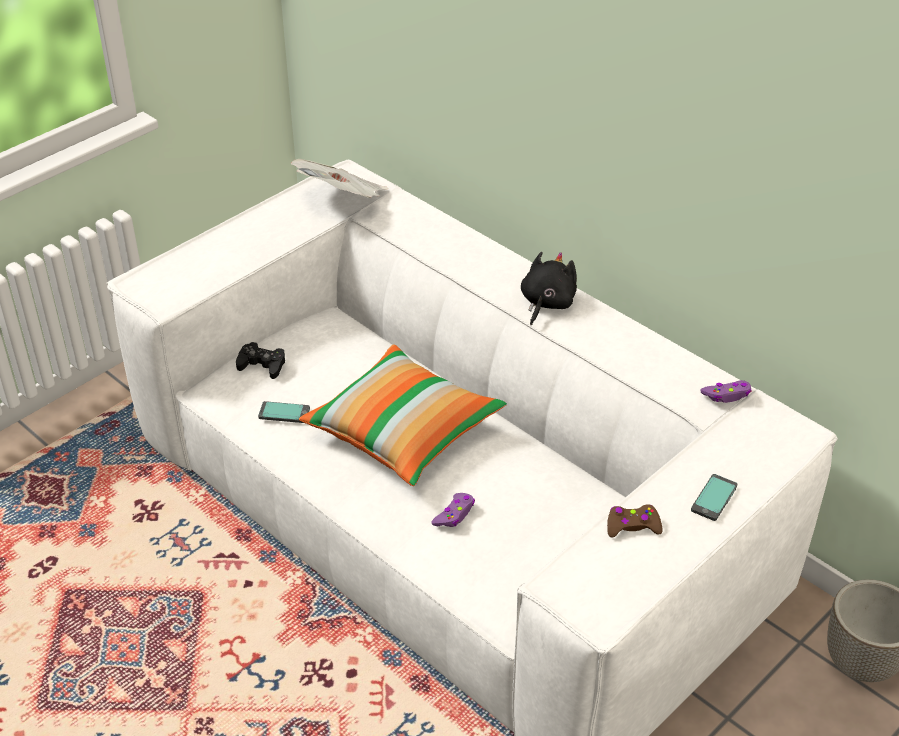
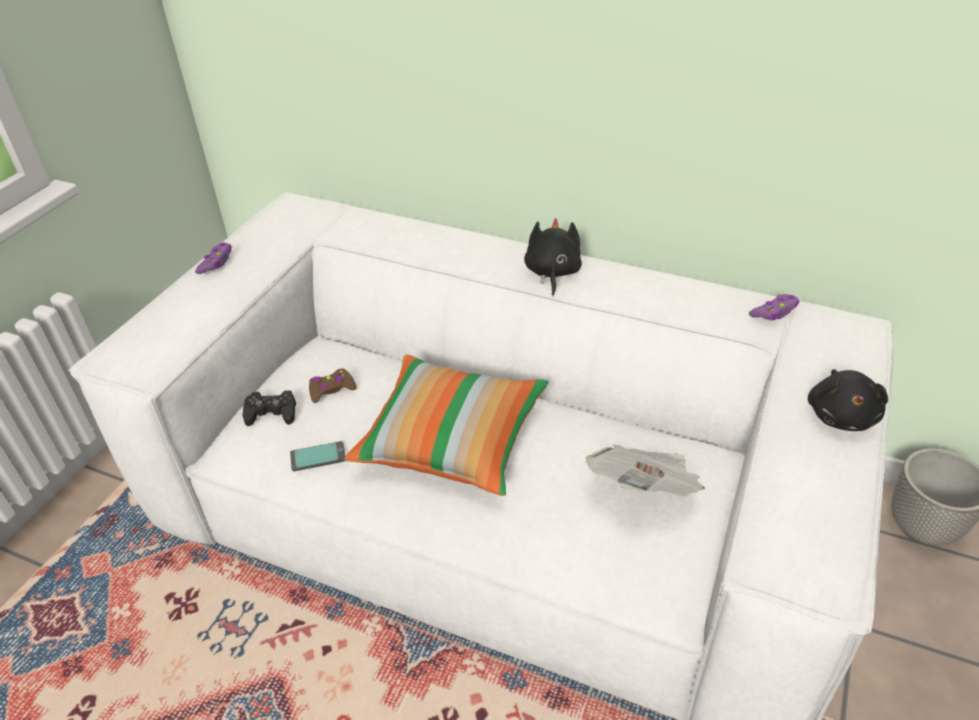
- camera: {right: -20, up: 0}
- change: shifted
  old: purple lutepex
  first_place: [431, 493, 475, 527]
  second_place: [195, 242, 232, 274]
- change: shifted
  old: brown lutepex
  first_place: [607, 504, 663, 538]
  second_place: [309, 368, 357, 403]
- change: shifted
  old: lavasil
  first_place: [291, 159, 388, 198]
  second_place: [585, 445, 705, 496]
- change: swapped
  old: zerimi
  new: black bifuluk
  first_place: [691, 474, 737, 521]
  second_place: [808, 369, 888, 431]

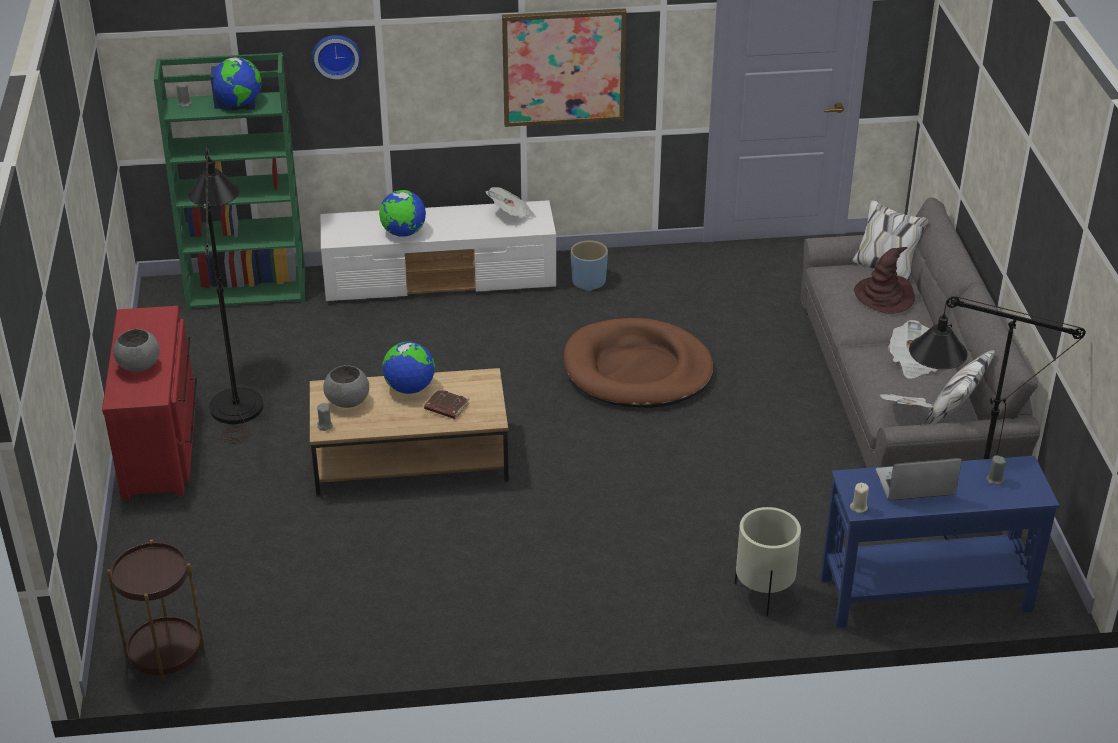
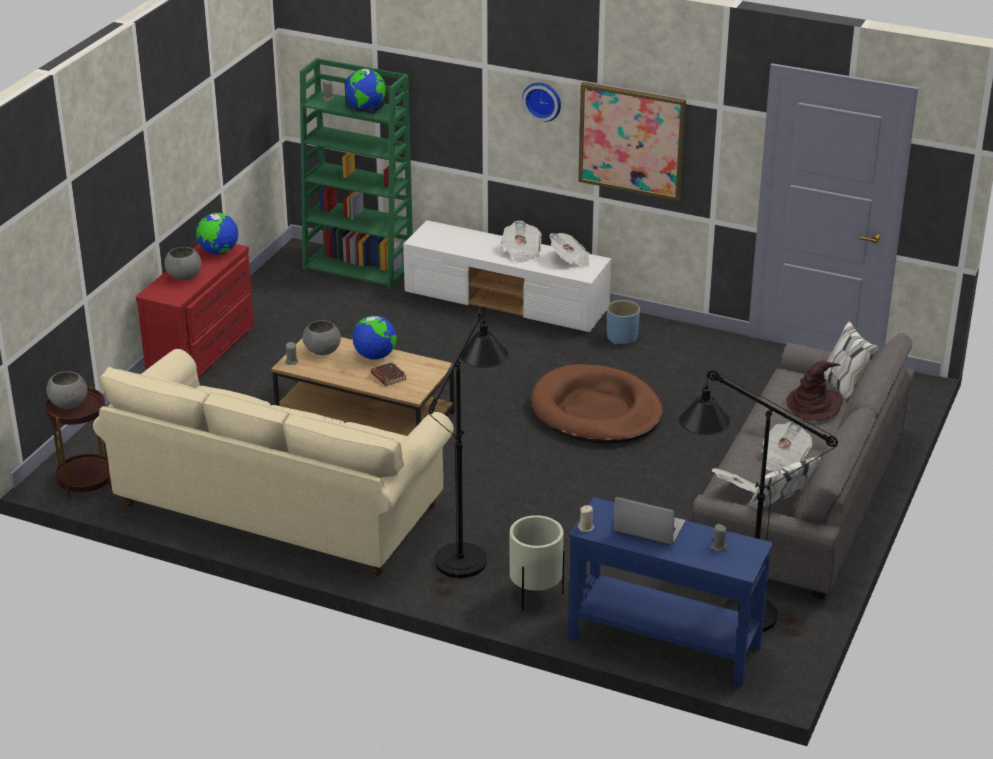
- camera: {right: 30, up: -5}
- change: new
  new: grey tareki
  second_place: [47, 372, 87, 409]
- change: new
  new: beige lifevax
  second_place: [93, 349, 454, 576]
- change: shifted
  old: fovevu
  first_place: [379, 190, 426, 237]
  second_place: [196, 213, 238, 255]
- change: shifted
  old: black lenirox
  first_place: [188, 143, 263, 444]
  second_place: [428, 307, 509, 595]
- change: new
  new: lavasil
  second_place: [501, 221, 542, 263]
- change: shifted
  old: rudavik
  first_place: [312, 35, 361, 79]
  second_place: [522, 83, 561, 122]

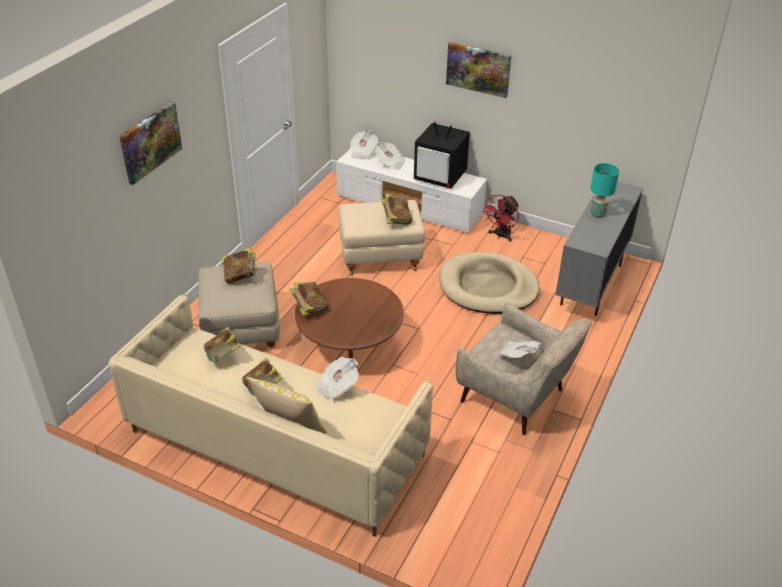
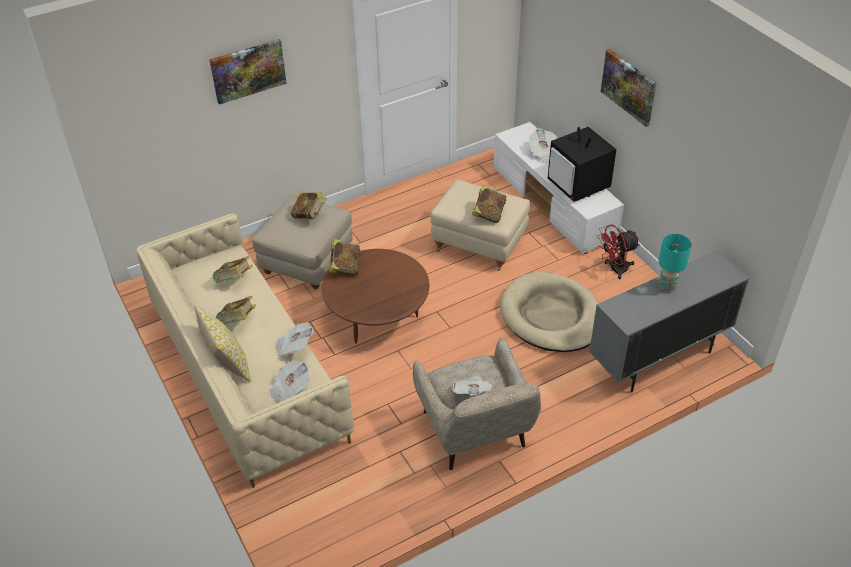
- camera: {right: 35, up: 5}
- change: shifted
  old: lavasil
  first_place: [350, 130, 379, 159]
  second_place: [268, 360, 310, 402]

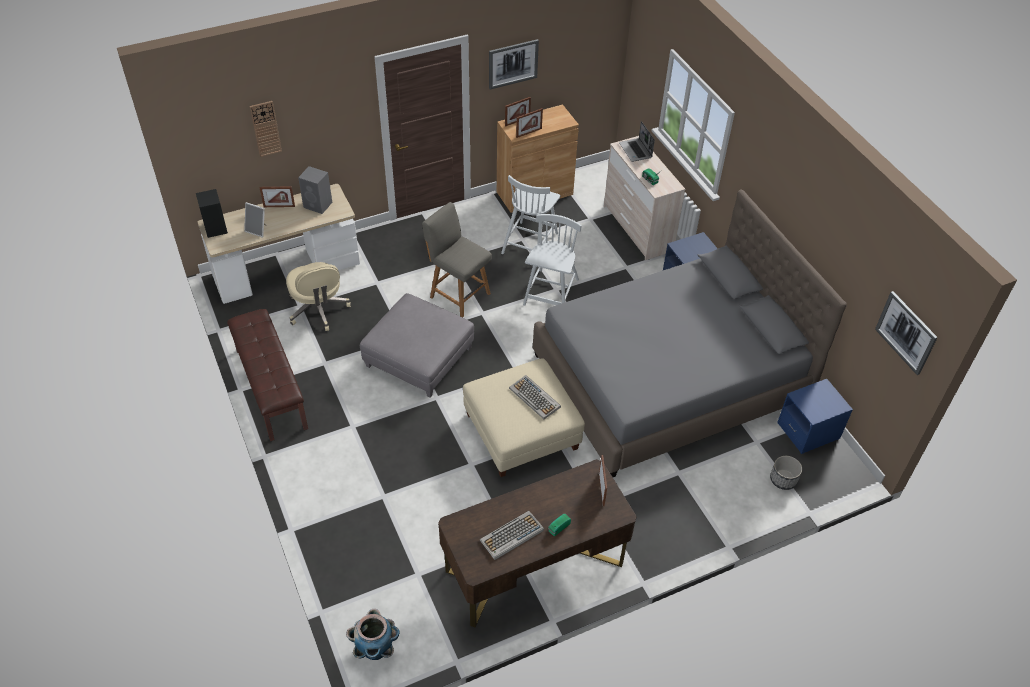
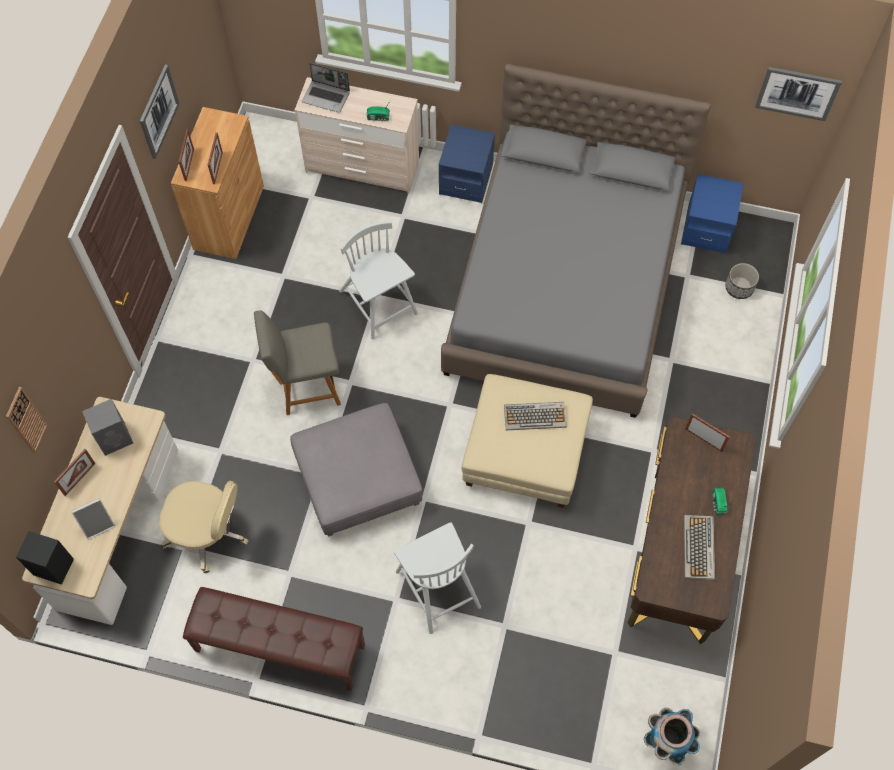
- camera: {right: -50, up: 15}
- change: shifted
  old: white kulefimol
  first_place: [501, 175, 560, 254]
  second_place: [394, 522, 481, 634]

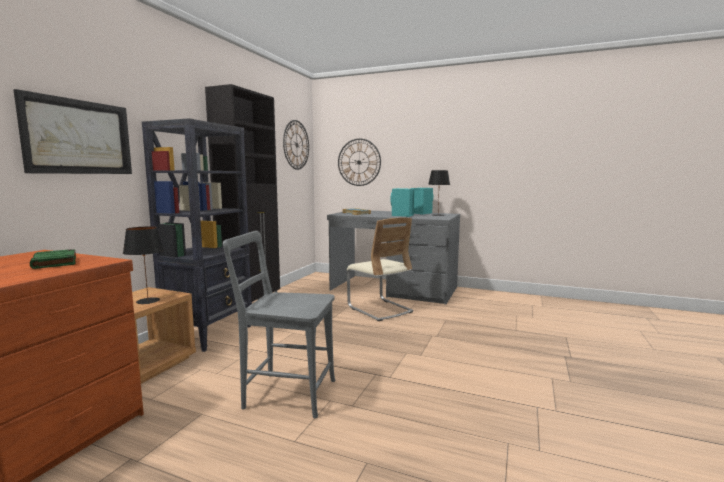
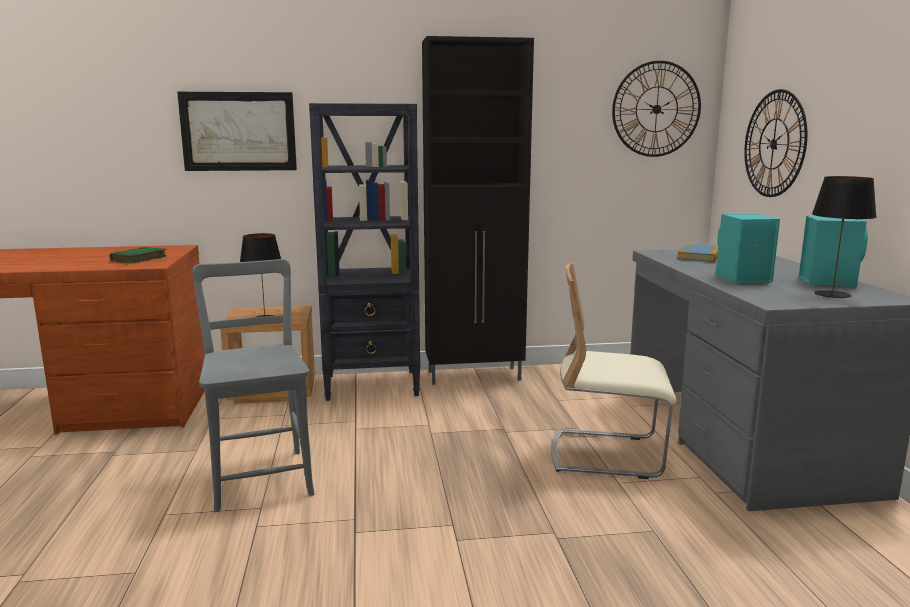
- camera: {right: 60, up: 5}
- change: rotated
  old: beige kulefimol
  first_place: [347, 218, 413, 321]
  second_place: [551, 263, 677, 479]
  degrees: 75

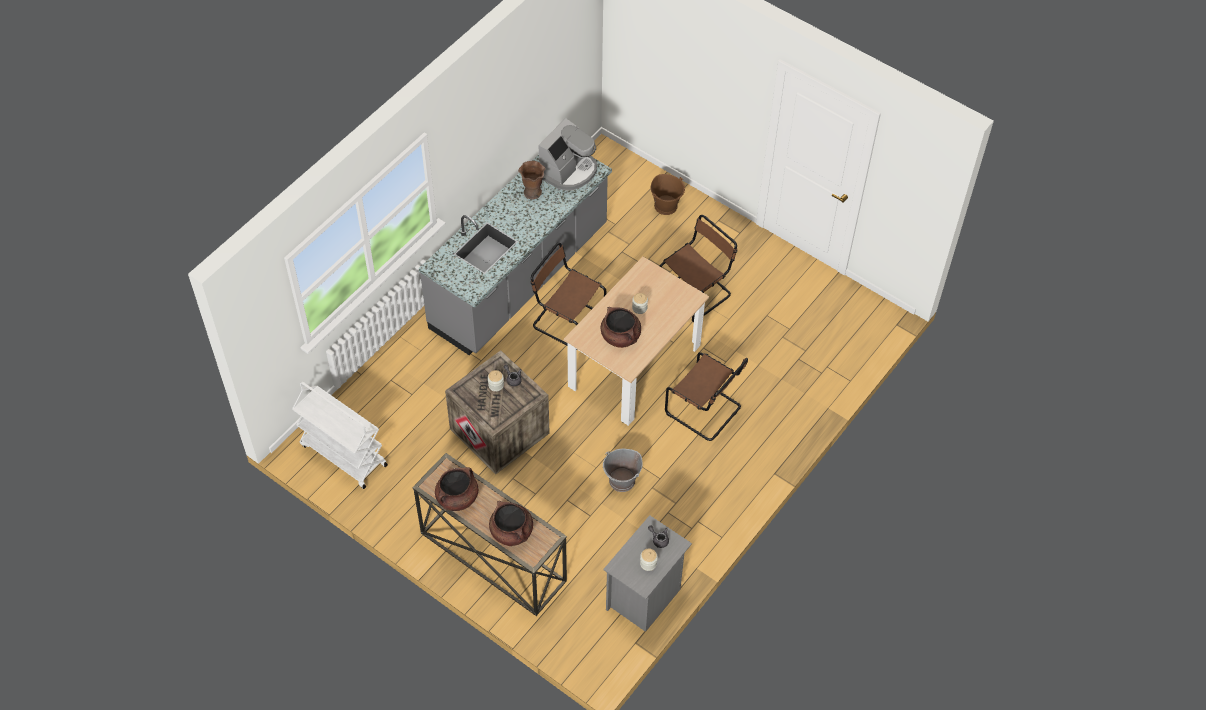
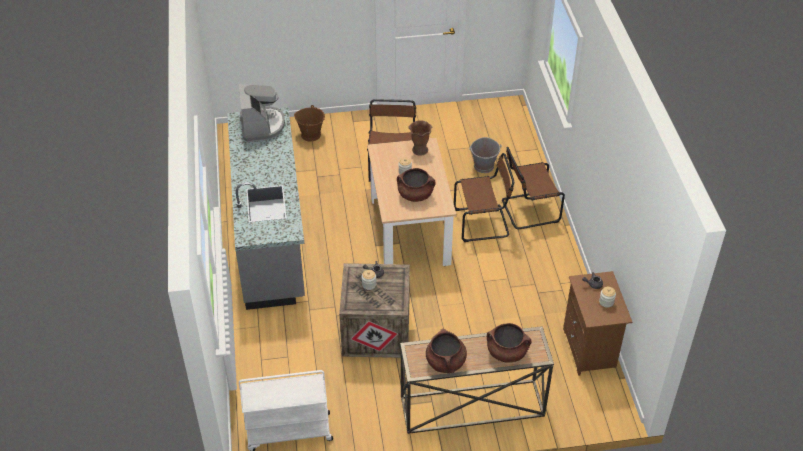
- camera: {right: -45, up: -10}
- change: shifted
  old: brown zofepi
  first_place: [518, 161, 546, 199]
  second_place: [408, 121, 433, 156]
- change: shifted
  old: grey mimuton
  first_place: [603, 449, 643, 492]
  second_place: [469, 137, 502, 173]
- change: shifted
  old: brown kulefimol
  first_place: [531, 242, 606, 350]
  second_place: [502, 147, 565, 229]
- change: repainted
  old: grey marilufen
  new: brown marilufen
  first_place: [603, 515, 692, 632]
  second_place: [563, 271, 632, 376]

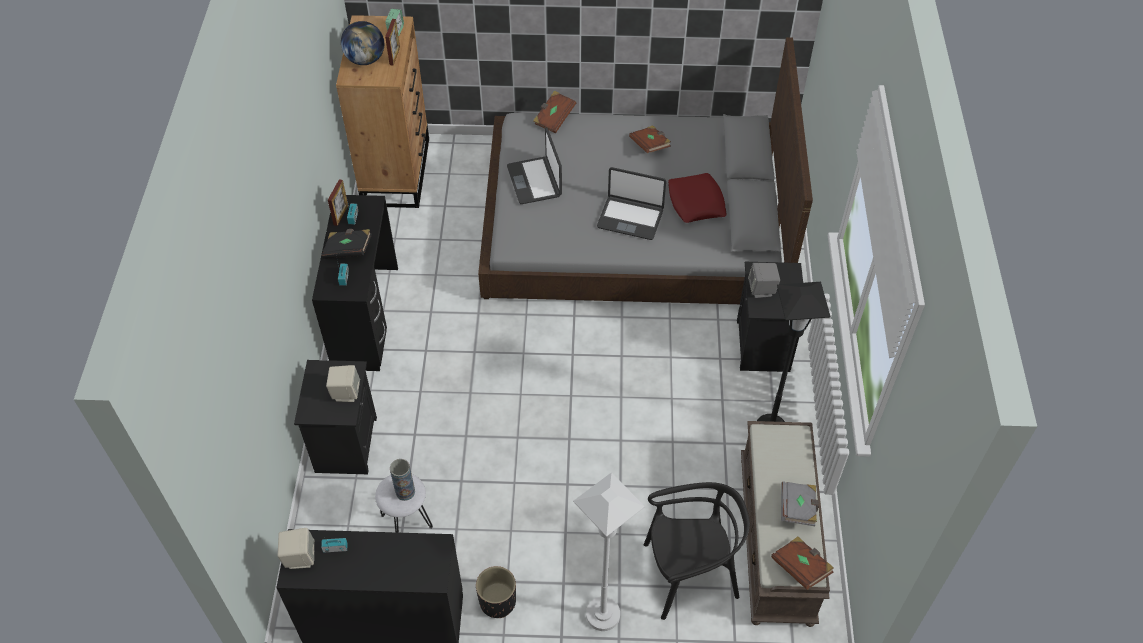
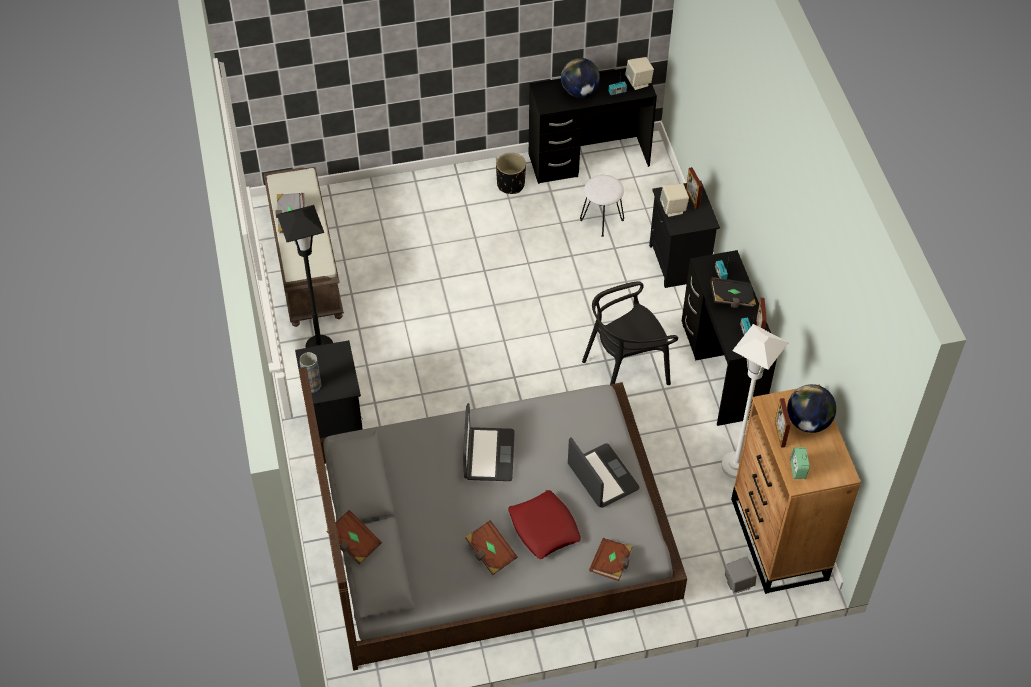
- camera: {right: 165, up: 0}
- change: shifted
  old: zofepi
  first_place: [390, 459, 415, 501]
  second_place: [299, 352, 321, 393]
- change: shifted
  old: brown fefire
  first_place: [771, 537, 834, 590]
  second_place: [327, 510, 382, 565]
- change: rotated
  old: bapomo
  first_place: [597, 167, 666, 240]
  second_place: [463, 403, 515, 481]
  degrees: 90
- change: shifted
  old: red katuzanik
  first_place: [668, 173, 727, 223]
  second_place: [508, 490, 581, 559]
- change: new
  new: fovevu
  second_place: [561, 58, 600, 98]
- change: shifted
  old: black kulefimol
  first_place: [644, 482, 750, 620]
  second_place: [582, 281, 678, 385]
- change: new
  new: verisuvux
  second_place: [686, 167, 702, 209]
- change: shifted
  old: white lenirox
  first_place: [573, 472, 645, 631]
  second_place: [721, 324, 789, 479]
- change: shifted
  old: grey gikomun
  first_place: [748, 263, 780, 298]
  second_place: [725, 556, 757, 593]

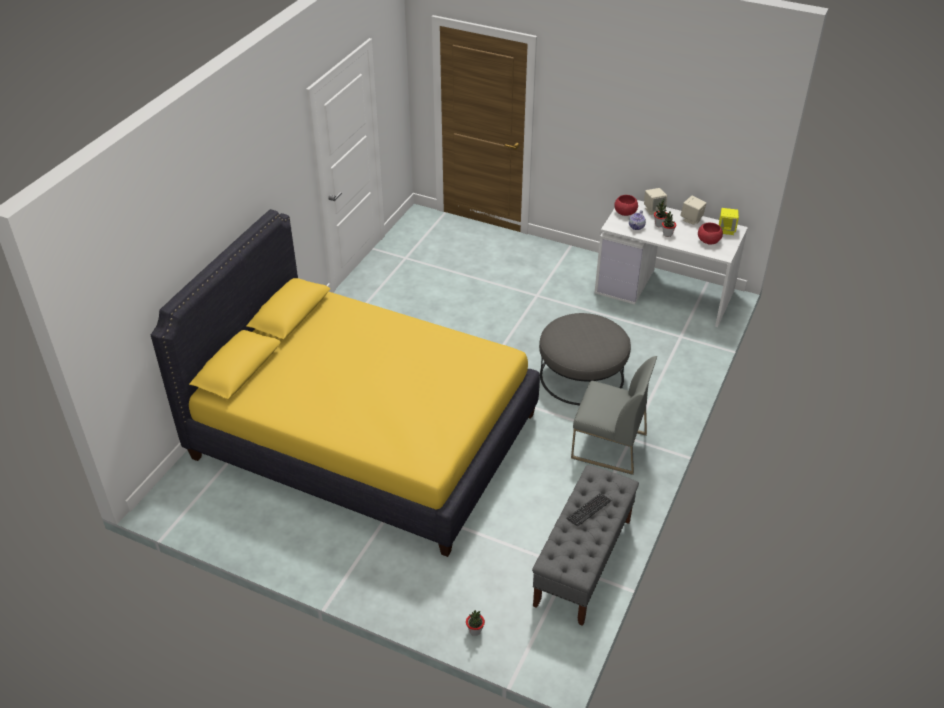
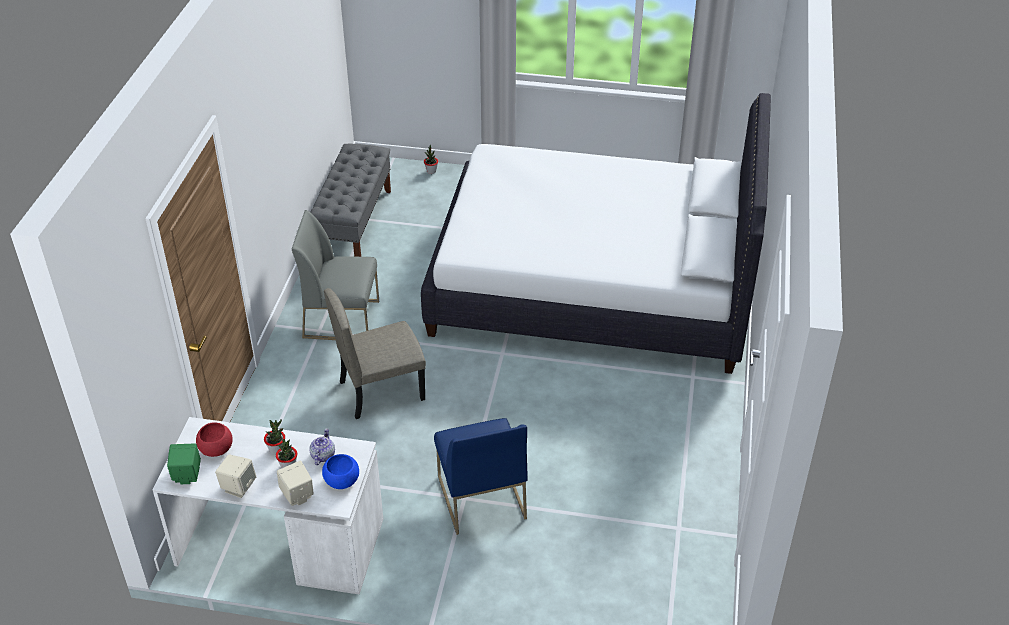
- camera: {right: 165, up: 0}
- change: repainted
  old: yellow gikomun
  new: green gikomun
  first_place: [719, 208, 739, 235]
  second_place: [167, 443, 201, 484]
- change: repainted
  old: red tareki
  new: blue tareki
  first_place: [614, 195, 638, 216]
  second_place: [322, 454, 359, 489]
- change: swapped
  old: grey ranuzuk
  new: beige kulefimol
  first_place: [539, 313, 631, 405]
  second_place: [324, 288, 426, 419]
- change: repainted
  old: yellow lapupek
  new: white lapupek
  first_place: [151, 209, 540, 557]
  second_place: [421, 93, 771, 374]
- change: new
  new: blue kulefimol
  second_place: [434, 418, 528, 535]
- change: gone
  old: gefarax
  first_place: [566, 493, 611, 527]

